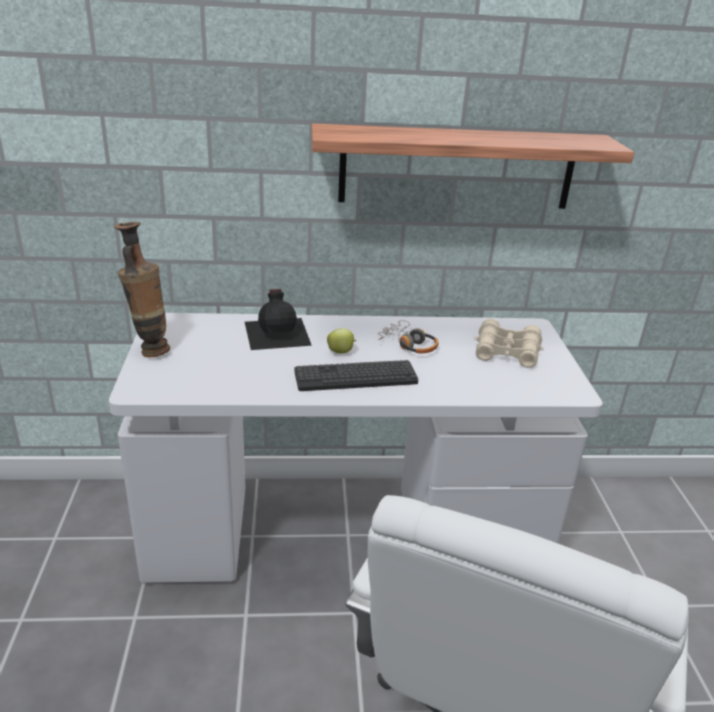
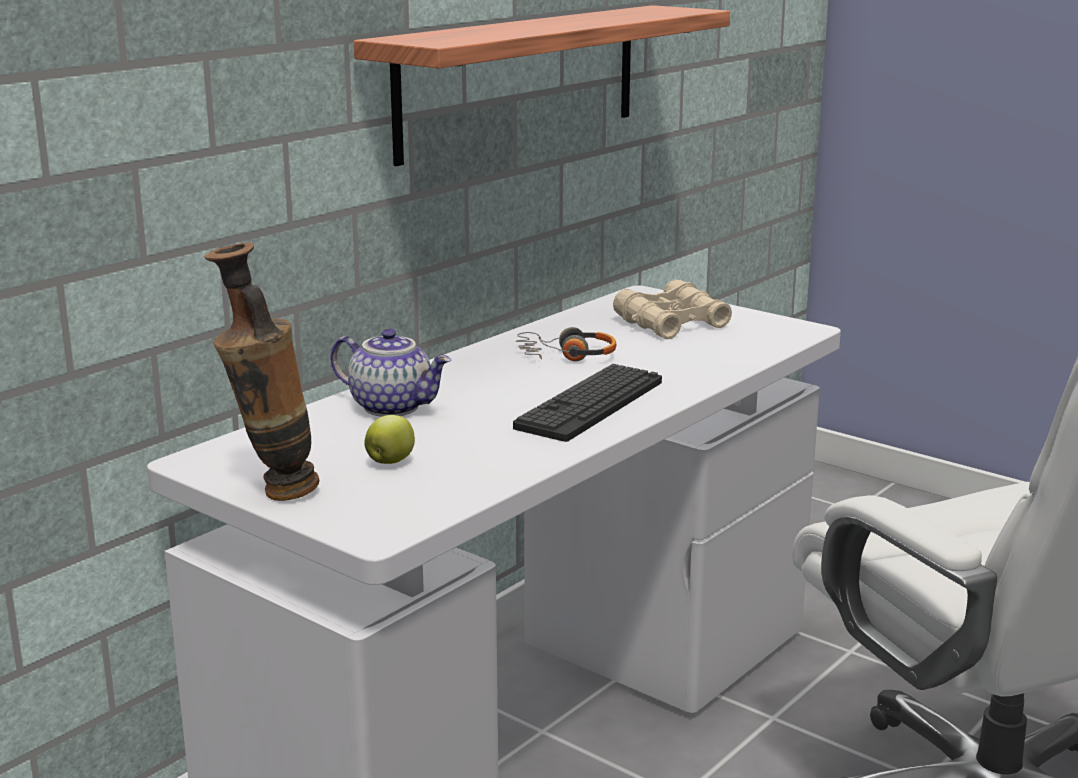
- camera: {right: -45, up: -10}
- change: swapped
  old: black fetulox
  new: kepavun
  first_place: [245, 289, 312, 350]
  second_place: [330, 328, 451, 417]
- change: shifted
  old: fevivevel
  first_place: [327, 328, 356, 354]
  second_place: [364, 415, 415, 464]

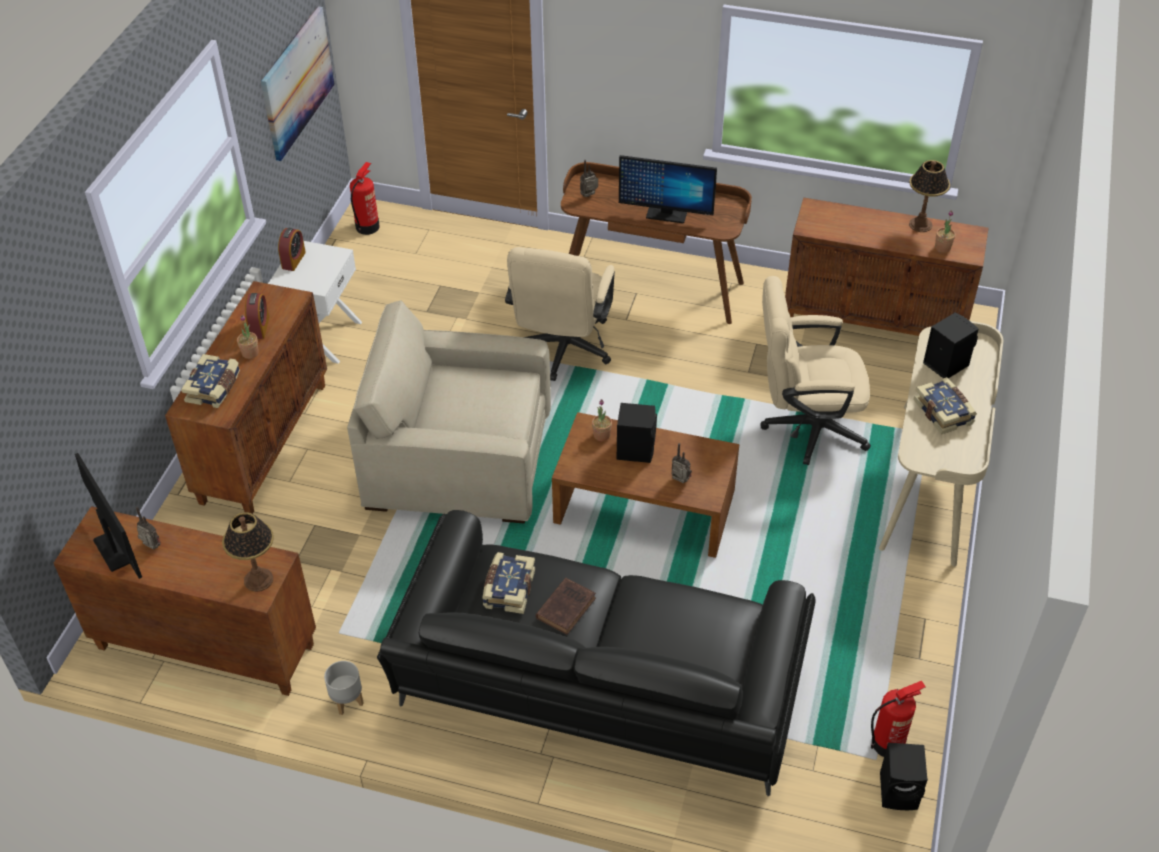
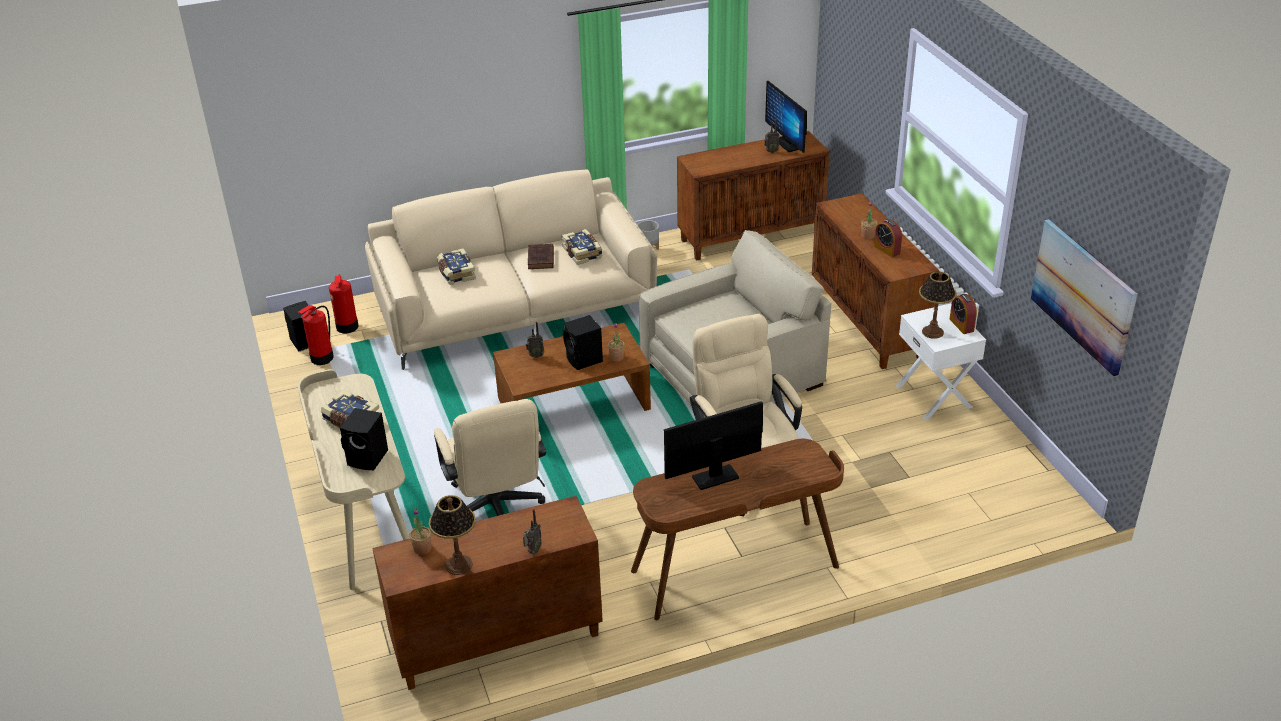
- camera: {right: 145, up: -10}
- change: shifted
  old: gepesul
  first_place: [350, 162, 380, 235]
  second_place: [329, 275, 359, 333]
- change: repainted
  old: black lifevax
  new: beige lifevax
  first_place: [377, 510, 816, 796]
  second_place: [365, 170, 657, 370]
- change: rotated
  old: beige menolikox
  first_place: [760, 276, 871, 465]
  second_place: [434, 399, 546, 516]
  degrees: 105
- change: shifted
  old: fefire
  first_place: [181, 354, 240, 408]
  second_place: [437, 248, 476, 285]
- change: shifted
  old: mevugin
  first_place: [580, 160, 598, 197]
  second_place: [523, 509, 542, 555]
- change: rotated
  old: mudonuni
  first_place: [75, 453, 142, 579]
  second_place: [765, 81, 807, 153]
  degrees: 45
- change: shifted
  old: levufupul
  first_place: [222, 512, 274, 592]
  second_place: [919, 271, 957, 339]

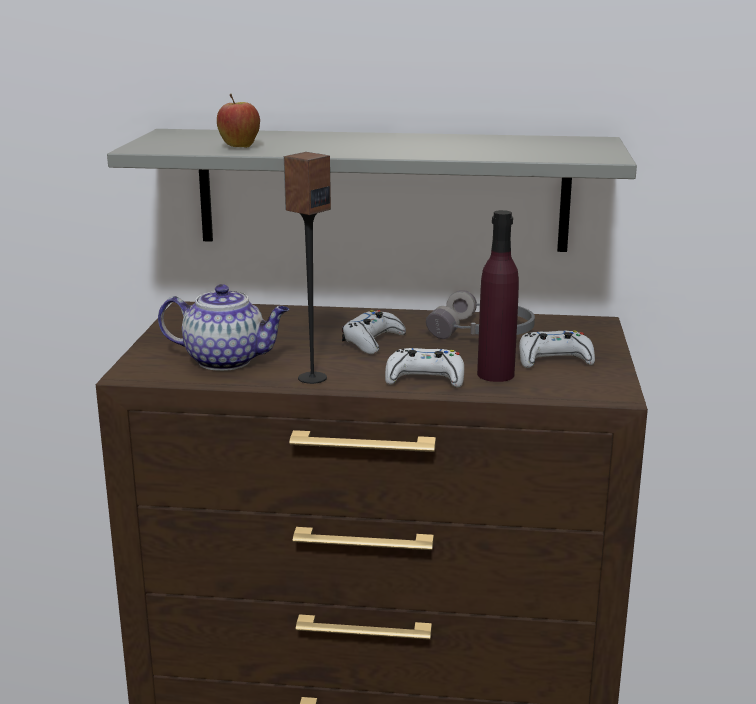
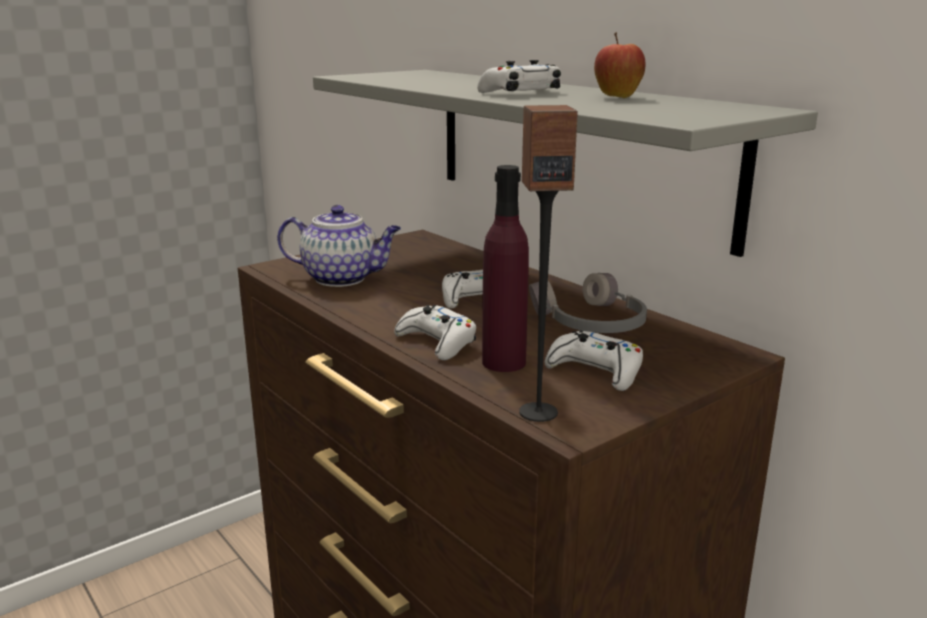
- camera: {right: 45, up: 0}
- change: rotated
  old: kepavun
  first_place: [158, 284, 289, 371]
  second_place: [277, 205, 401, 287]
  degrees: -45
- change: new
  new: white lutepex
  second_place: [477, 60, 561, 93]
- change: shifted
  old: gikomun
  first_place: [284, 152, 331, 384]
  second_place: [519, 105, 578, 422]
- change: shifted
  old: fevivevel
  first_place: [217, 94, 260, 148]
  second_place: [594, 32, 646, 98]

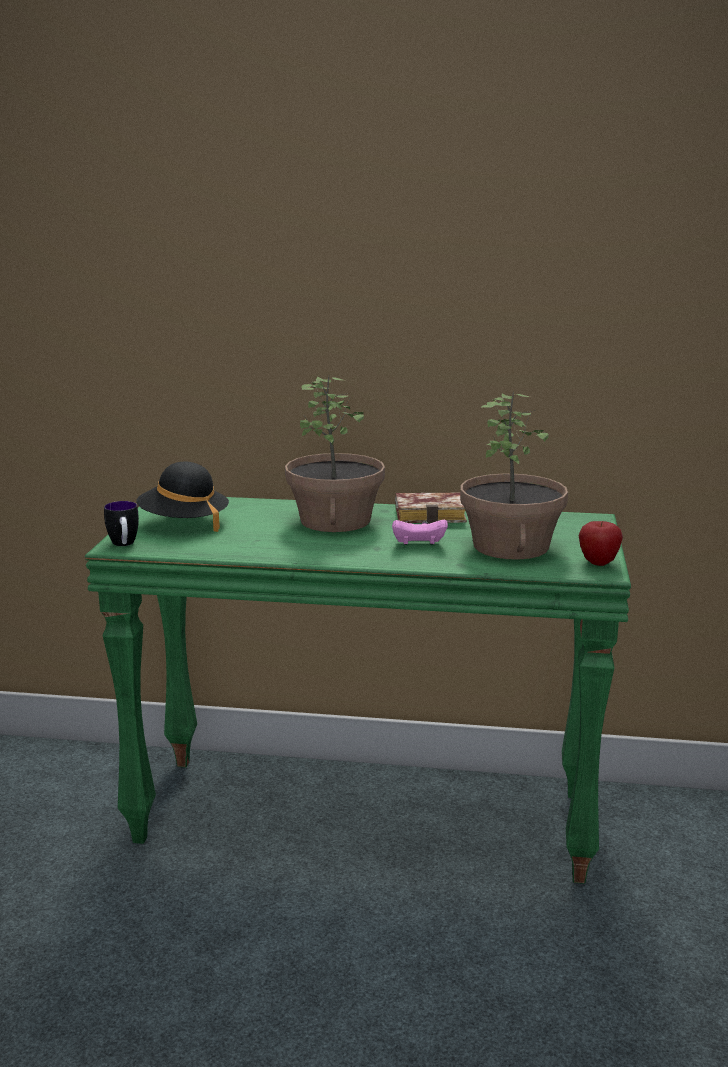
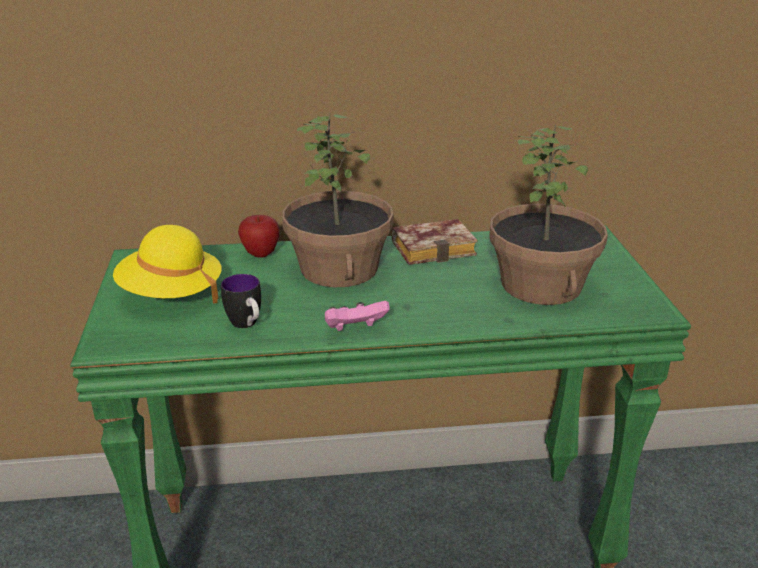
- camera: {right: -15, up: 10}
- change: repainted
  old: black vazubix
  new: yellow vazubix
  first_place: [136, 461, 229, 532]
  second_place: [113, 225, 222, 304]
- change: shifted
  old: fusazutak
  first_place: [104, 501, 139, 546]
  second_place: [221, 274, 261, 328]
- change: shifted
  old: fevivevel
  first_place: [579, 521, 623, 566]
  second_place: [238, 215, 280, 258]
- change: shifted
  old: pink lutepex
  first_place: [392, 519, 448, 545]
  second_place: [325, 301, 390, 331]

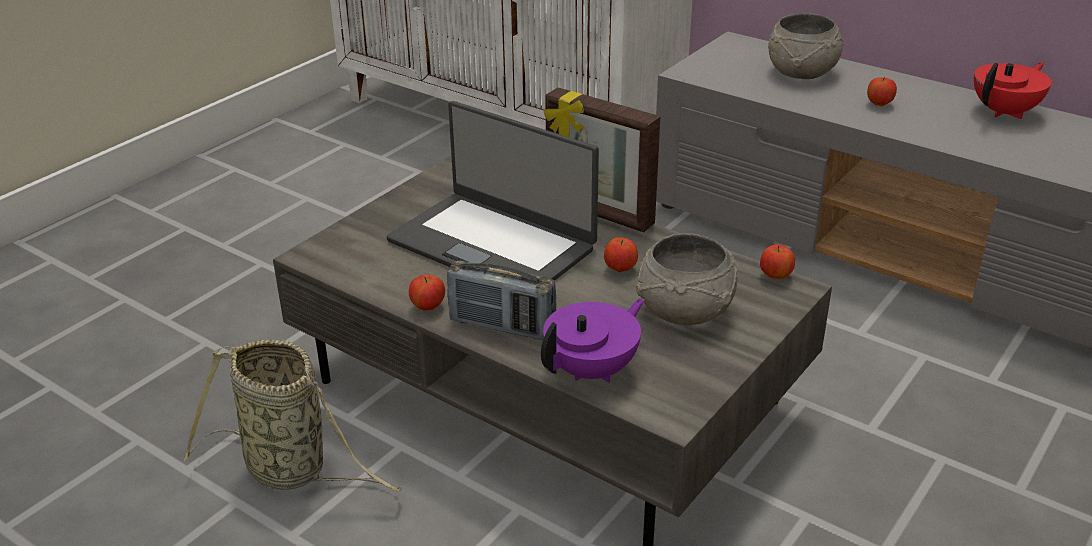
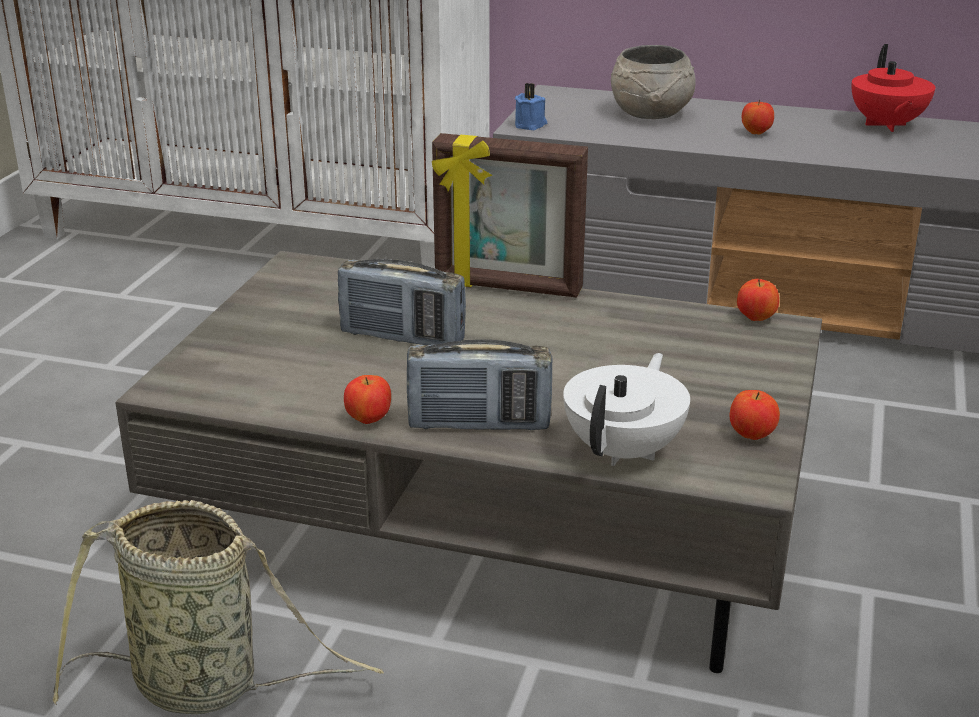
- camera: {right: -20, up: -5}
- change: swapped
  old: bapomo
  new: mevugin
  first_place: [387, 101, 599, 281]
  second_place: [338, 259, 466, 345]
- change: new
  new: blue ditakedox
  second_place: [515, 83, 547, 130]
- change: repainted
  old: purple kepavun
  new: white kepavun
  first_place: [541, 299, 644, 383]
  second_place: [563, 353, 690, 466]
- change: shifted
  old: fevivevel
  first_place: [604, 237, 638, 272]
  second_place: [730, 390, 780, 440]
- change: rotated
  old: red kepavun
  first_place: [974, 62, 1052, 119]
  second_place: [851, 44, 935, 132]
  degrees: 150
- change: gone
  old: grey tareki
  first_place: [636, 233, 738, 325]

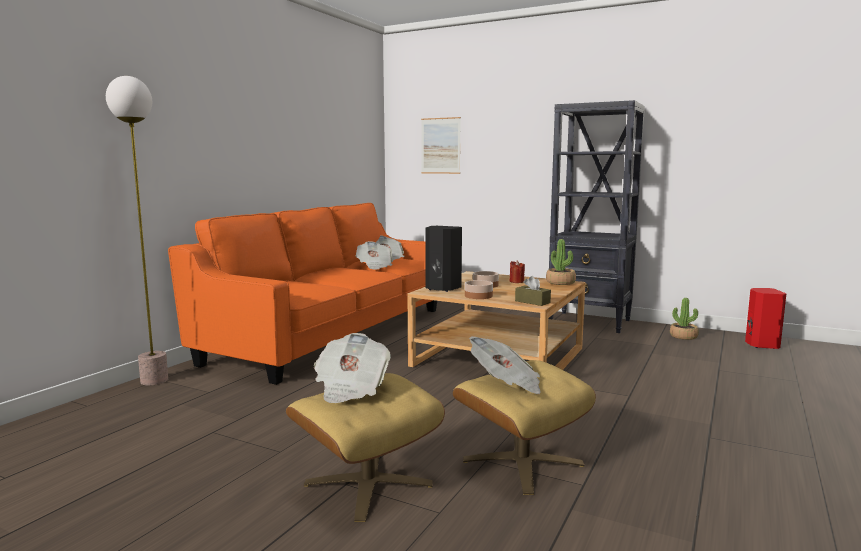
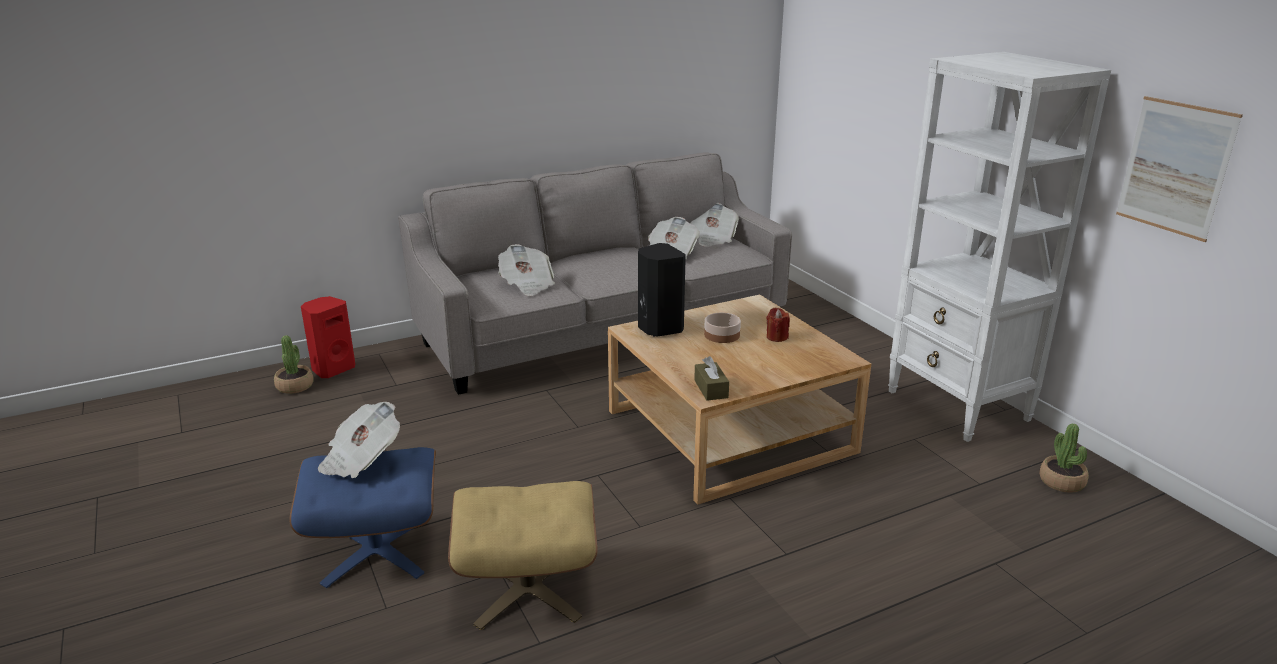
- camera: {right: 35, up: 15}
- change: shifted
  old: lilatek
  first_place: [546, 239, 576, 285]
  second_place: [274, 335, 314, 394]
- change: repainted
  old: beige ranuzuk
  new: blue ranuzuk
  first_place: [286, 373, 445, 522]
  second_place: [290, 447, 436, 588]
- change: shifted
  old: red gikomun
  first_place: [745, 288, 786, 349]
  second_place: [301, 296, 355, 378]
- change: repainted
  old: orange lifevax
  new: grey lifevax
  first_place: [168, 203, 437, 385]
  second_place: [398, 153, 792, 395]
- change: shifted
  old: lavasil
  first_place: [469, 336, 540, 394]
  second_place: [498, 244, 555, 296]
- change: repainted
  old: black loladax
  new: white loladax
  first_place: [548, 100, 645, 333]
  second_place: [888, 52, 1111, 442]
- change: shifted
  old: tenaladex
  first_place: [421, 117, 461, 174]
  second_place: [1116, 96, 1243, 242]
- change: gone
  old: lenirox
  first_place: [106, 76, 168, 386]
- change: gone
  old: tareki
  first_place: [465, 280, 493, 299]

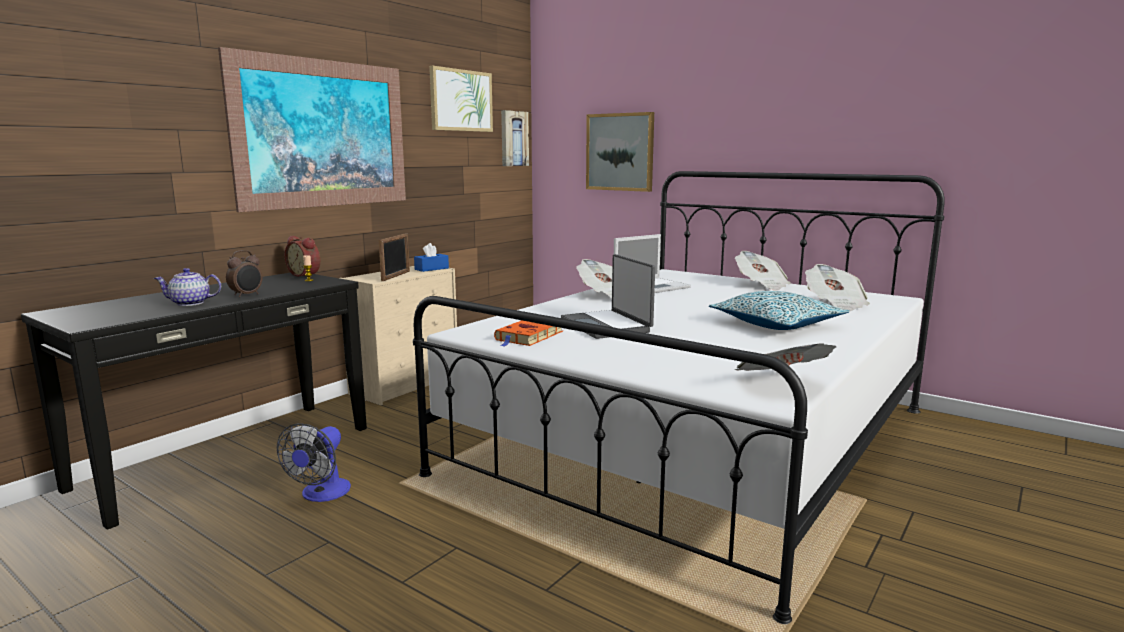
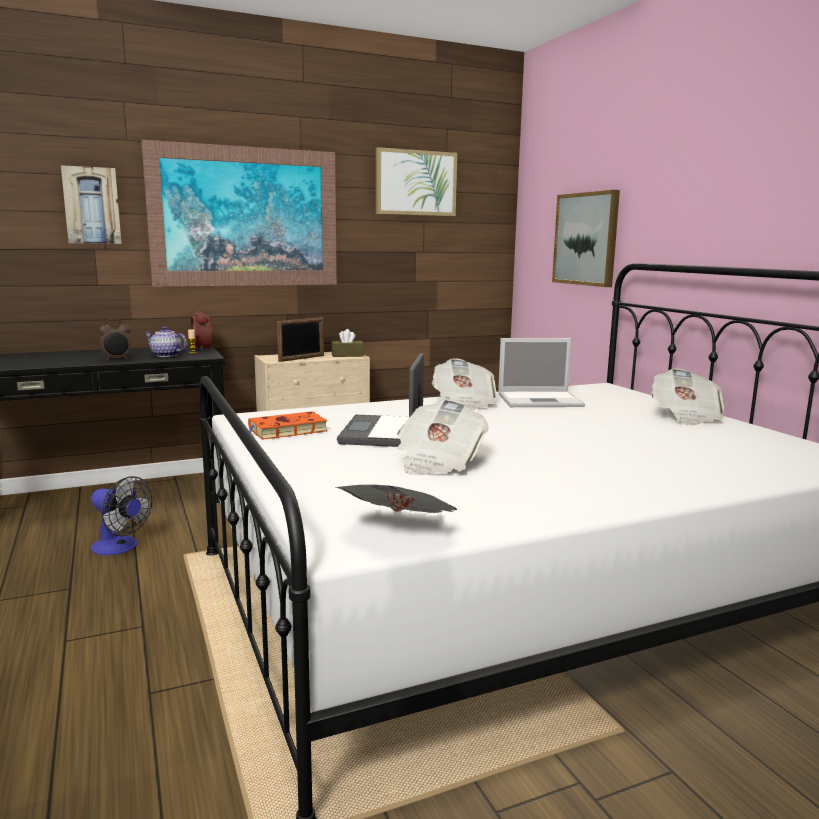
- camera: {right: 30, up: 0}
- change: shifted
  old: tenaladex
  first_place: [501, 110, 529, 166]
  second_place: [61, 165, 122, 244]
- change: rotated
  old: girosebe
  first_place: [277, 423, 351, 502]
  second_place: [91, 476, 152, 555]
  degrees: -105
- change: shifted
  old: kepavun
  first_place: [154, 268, 221, 306]
  second_place: [145, 326, 187, 357]
- change: repainted
  old: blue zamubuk
  new: brown zamubuk
  first_place: [414, 243, 449, 272]
  second_place: [331, 329, 364, 357]
- change: shifted
  old: lavasil
  first_place: [805, 264, 870, 311]
  second_place: [397, 399, 489, 475]
- change: gone
  old: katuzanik
  first_place: [709, 291, 850, 330]

